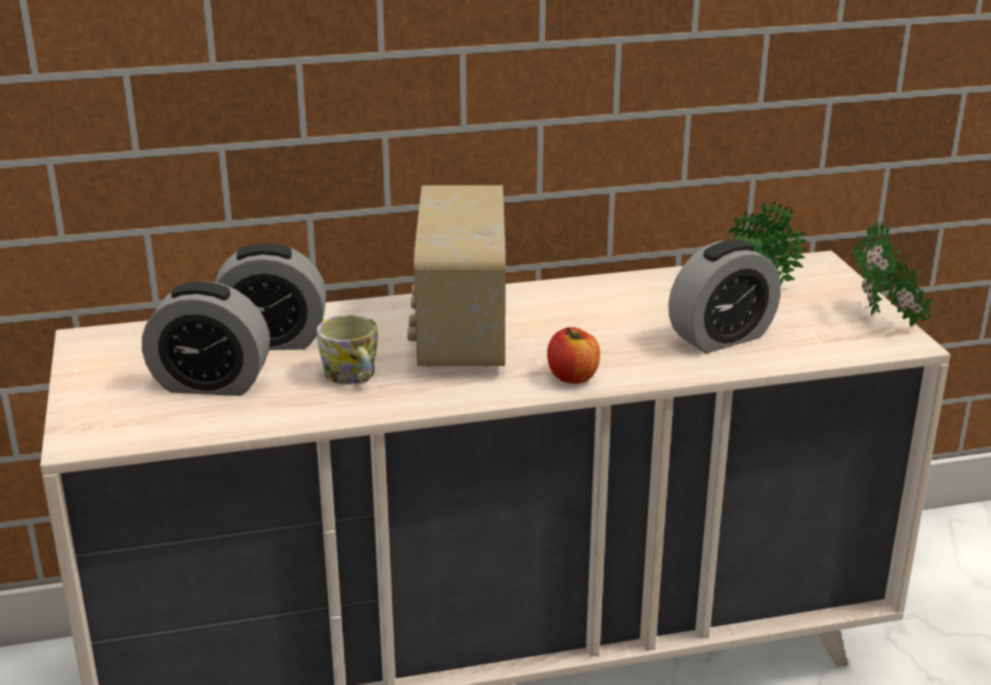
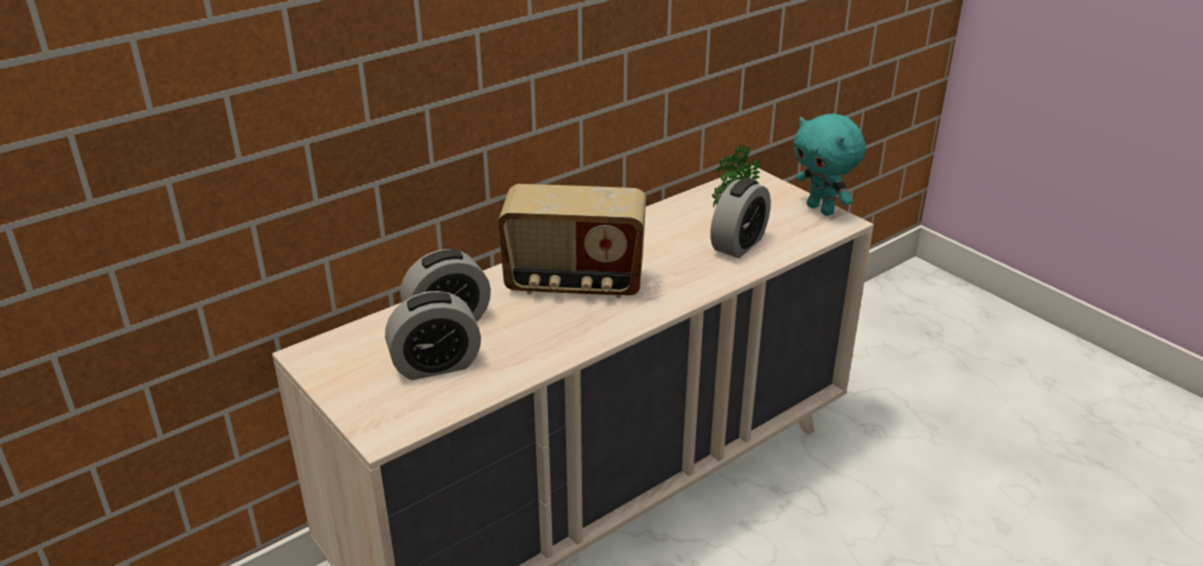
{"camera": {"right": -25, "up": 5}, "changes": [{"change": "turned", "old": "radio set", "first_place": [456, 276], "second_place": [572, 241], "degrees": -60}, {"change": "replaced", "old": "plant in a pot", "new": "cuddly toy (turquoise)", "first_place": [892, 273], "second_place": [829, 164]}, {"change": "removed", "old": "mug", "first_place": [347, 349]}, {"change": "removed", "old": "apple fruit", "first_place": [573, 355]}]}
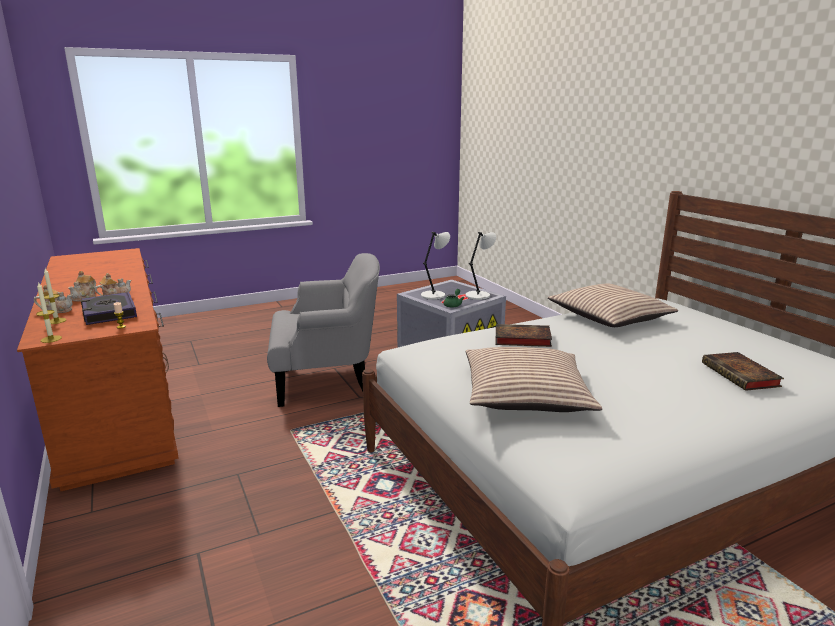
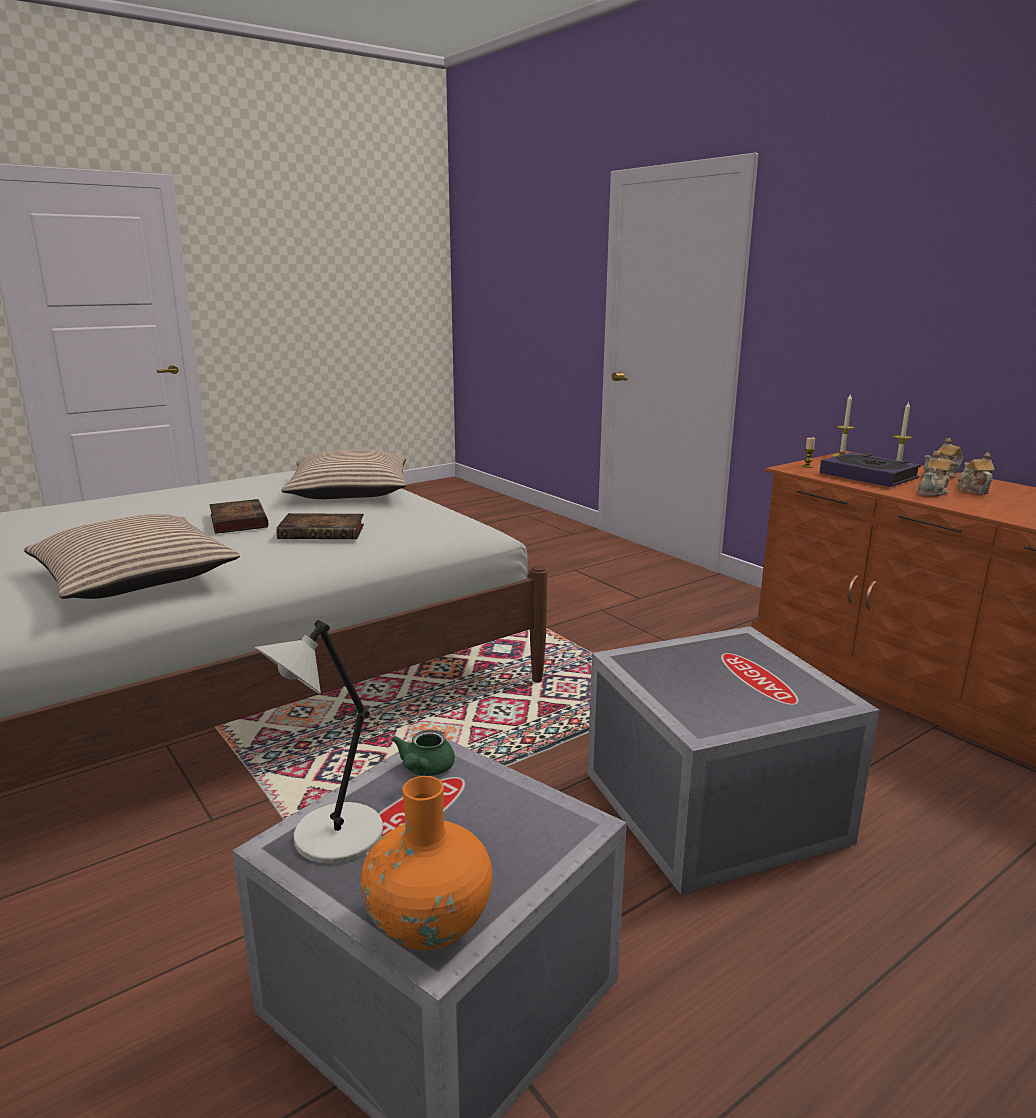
{"camera": {"right": 170, "up": 0}, "changes": [{"change": "removed", "old": "lamp for a table (gray)", "first_place": [435, 266]}, {"change": "replaced", "old": "armchair (gray)", "new": "storage box (gray)", "first_place": [323, 330], "second_place": [733, 760]}, {"change": "moved", "old": "bound book", "first_place": [743, 371], "second_place": [238, 516]}, {"change": "added", "new": "decorative vase (orange-coloured)", "second_place": [426, 863]}]}
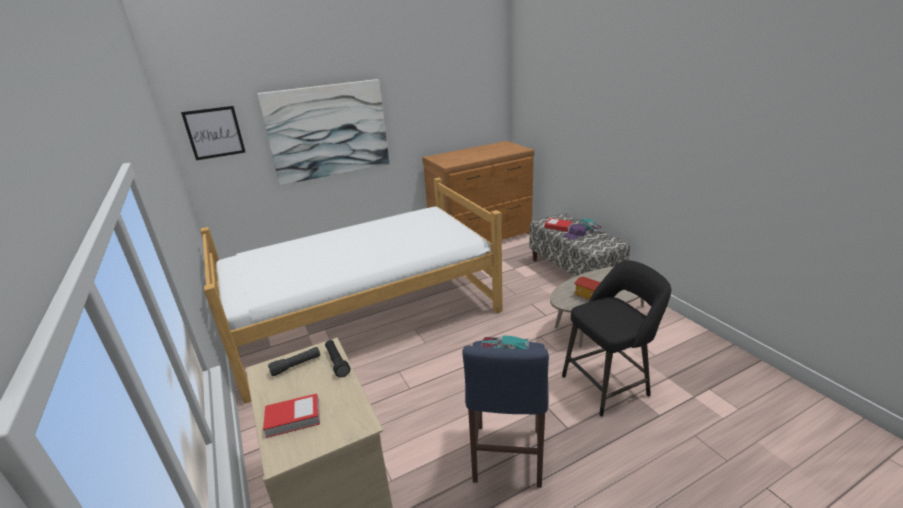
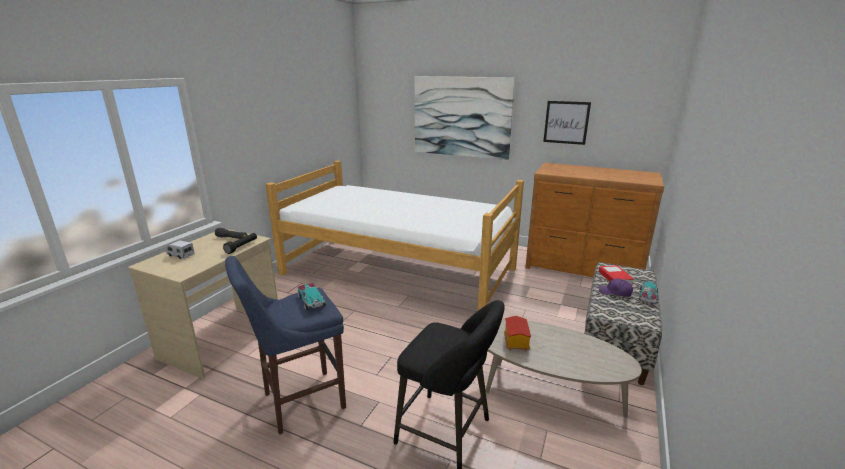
{"camera": {"right": 50, "up": -5}, "changes": [{"change": "moved", "old": "picture", "first_place": [213, 133], "second_place": [567, 123]}, {"change": "replaced", "old": "bound book", "new": "toy truck", "first_place": [291, 416], "second_place": [180, 249]}]}
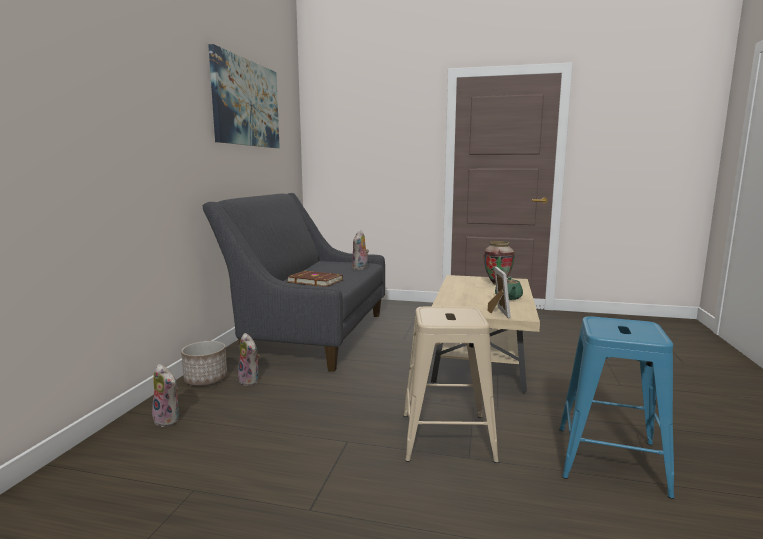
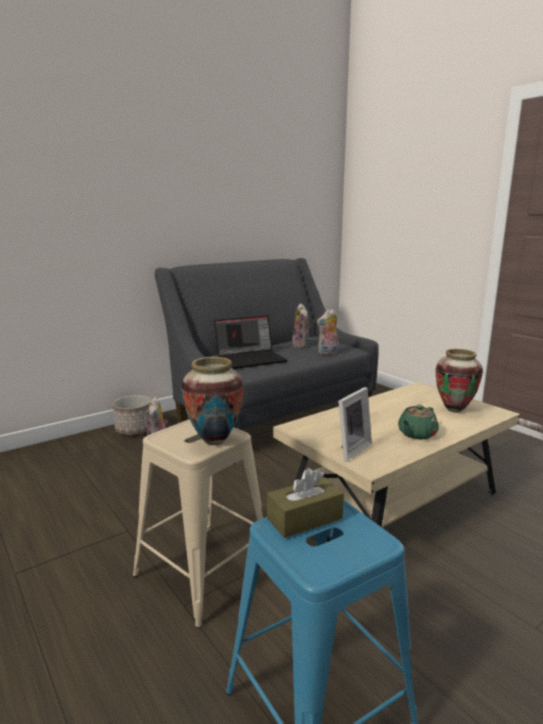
{"camera": {"right": 40, "up": 5}, "changes": [{"change": "removed", "old": "picture", "first_place": [244, 96]}, {"change": "replaced", "old": "bound book (brown-coloured)", "new": "laptop", "first_place": [315, 279], "second_place": [250, 342]}, {"change": "moved", "old": "cuddly toy", "first_place": [165, 395], "second_place": [301, 325]}, {"change": "added", "new": "decorative vase", "second_place": [212, 401]}, {"change": "added", "new": "tissue box (brown-coloured)", "second_place": [305, 503]}]}
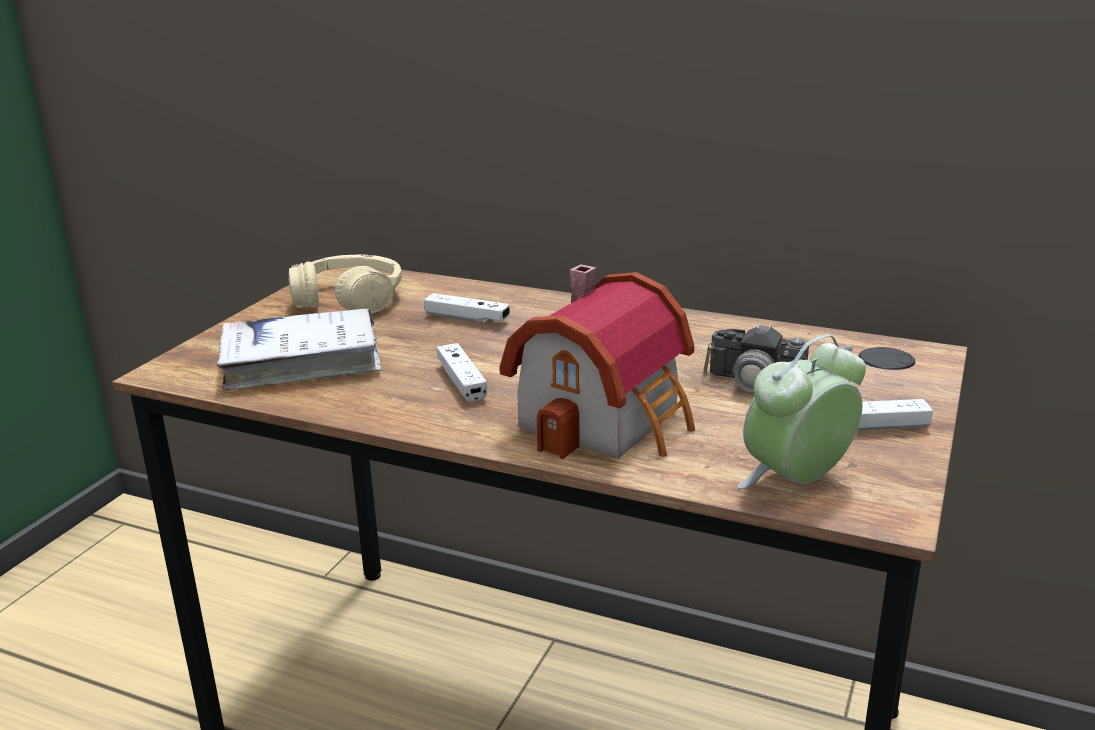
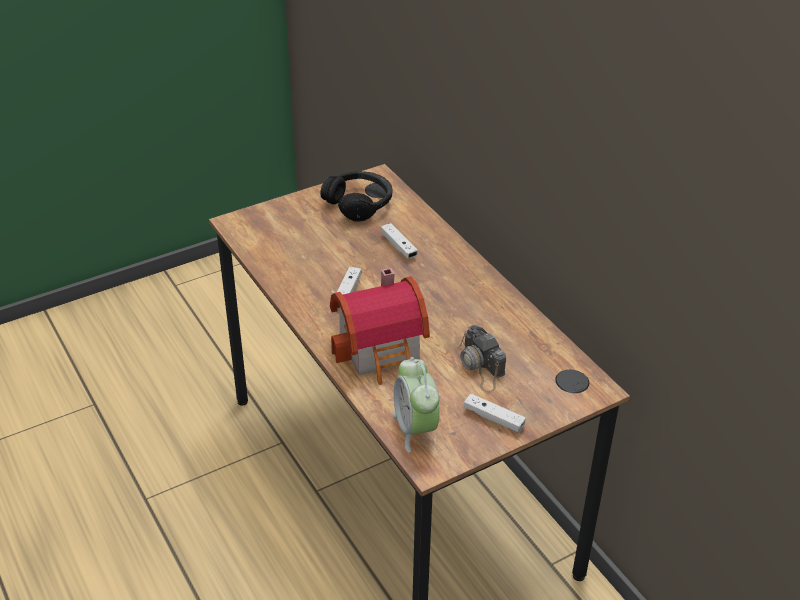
{"camera": {"right": 35, "up": 15}, "changes": [{"change": "recoloured", "old": "headset (beige-coloured)", "new": "headset (black)", "first_place": [345, 284], "second_place": [356, 196]}, {"change": "removed", "old": "bound book (whitish)", "first_place": [299, 349]}, {"change": "turned", "old": "alarm clock", "first_place": [801, 411], "second_place": [416, 404], "degrees": -105}]}
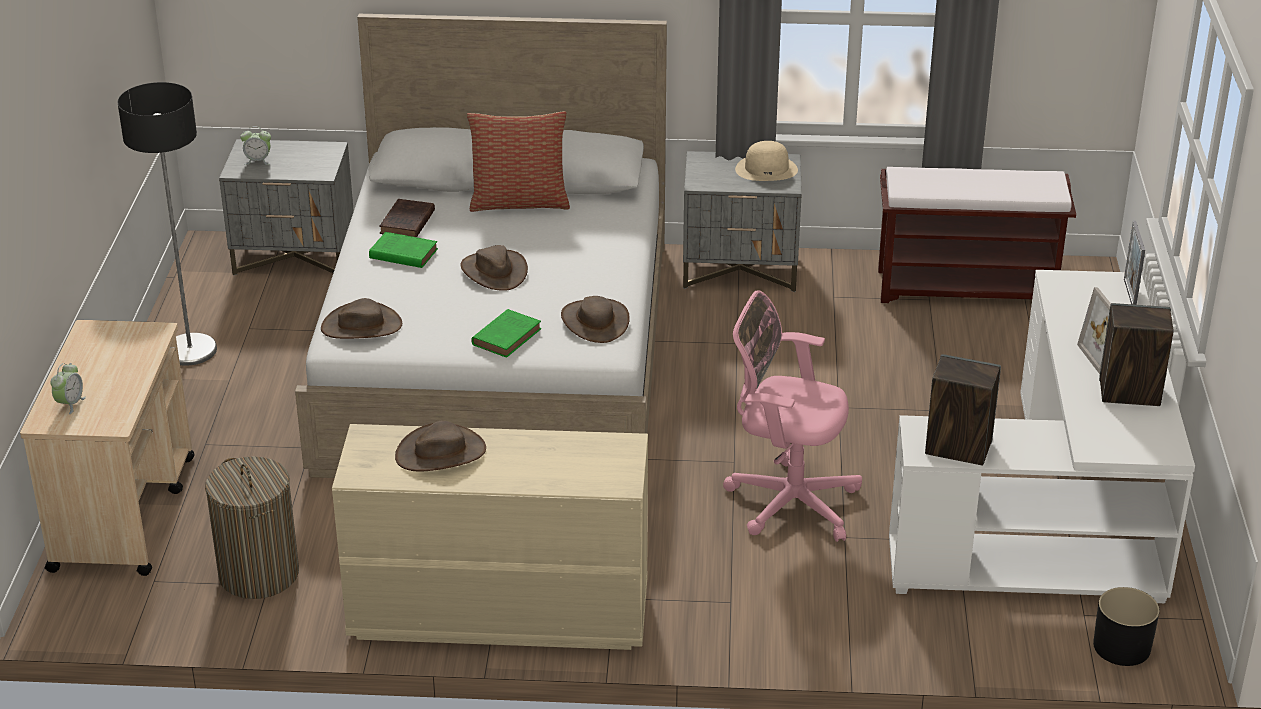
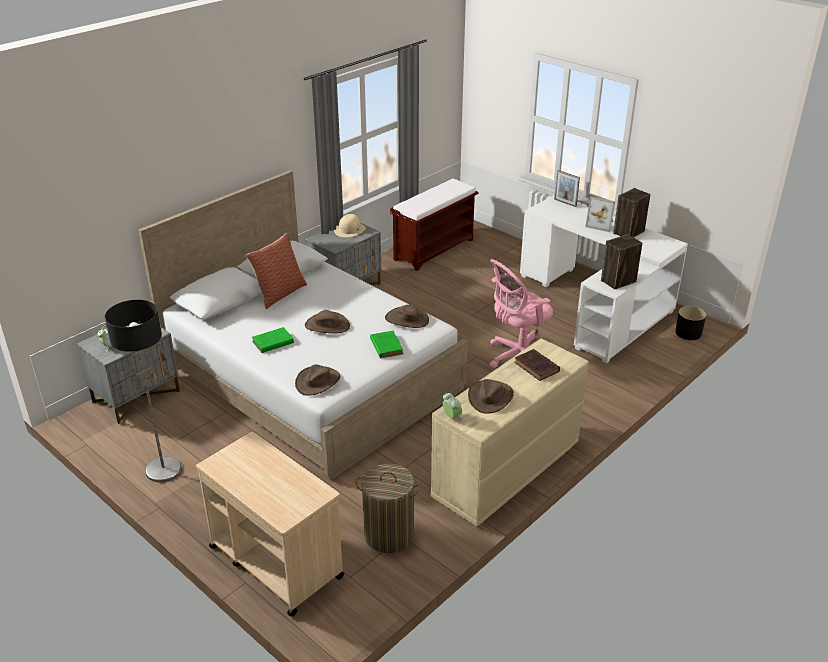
{"camera": {"right": -50, "up": 0}, "changes": [{"change": "moved", "old": "bound book (brown-coloured)", "first_place": [407, 218], "second_place": [537, 365]}, {"change": "moved", "old": "alarm clock", "first_place": [68, 388], "second_place": [452, 407]}]}
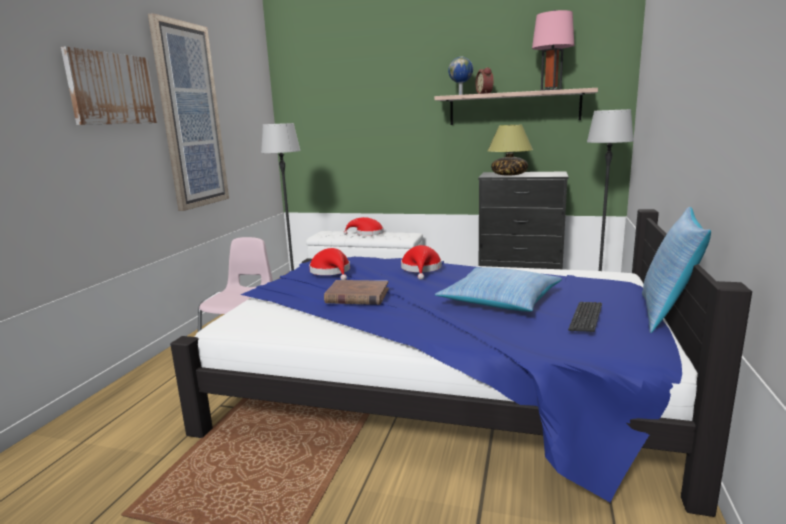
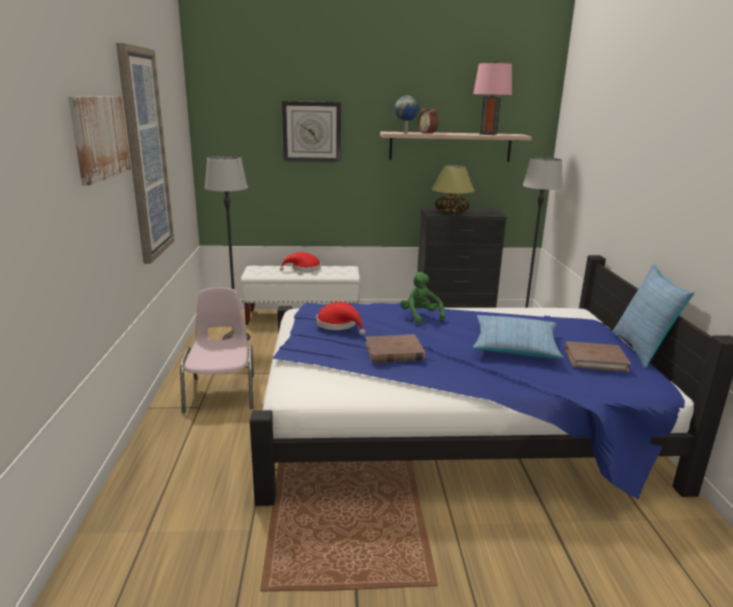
{"camera": {"right": -20, "up": 5}, "changes": [{"change": "replaced", "old": "hat (reddish)", "new": "cuddly toy (greenish)", "first_place": [421, 262], "second_place": [422, 298]}, {"change": "replaced", "old": "computer keyboard", "new": "bound book (brown-coloured)", "first_place": [585, 317], "second_place": [598, 356]}, {"change": "added", "new": "wall clock", "second_place": [311, 131]}]}
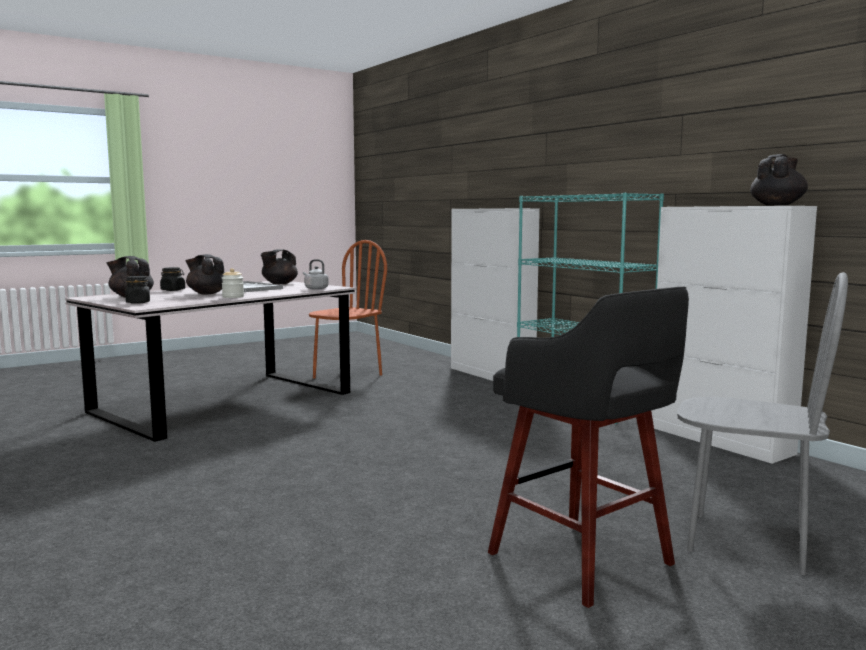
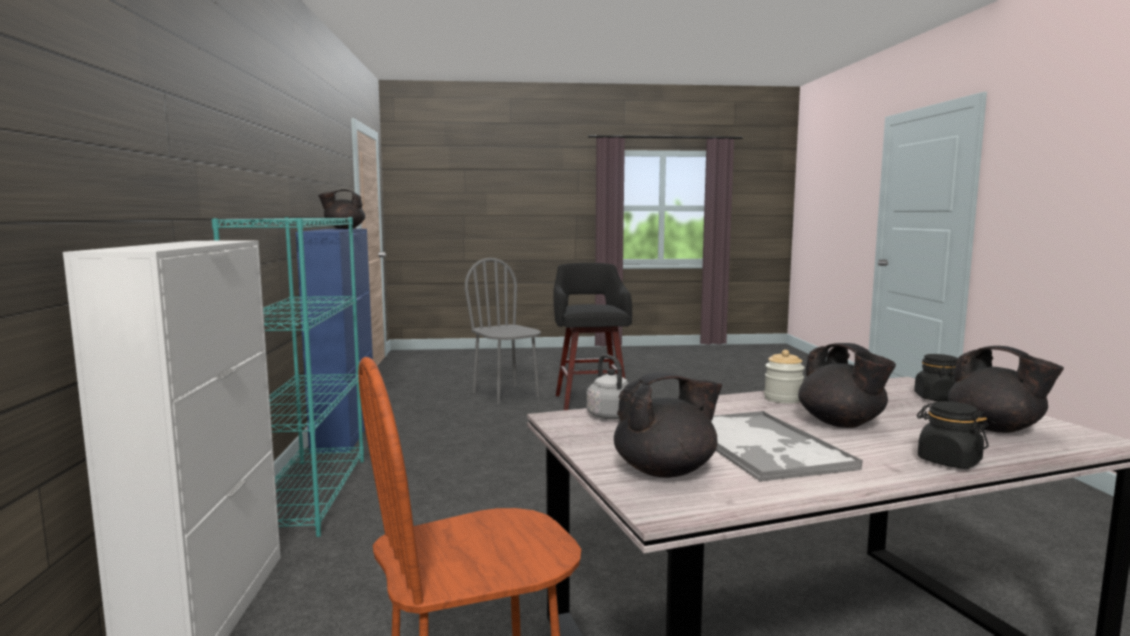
{"camera": {"right": -150, "up": 0}, "changes": [{"change": "recoloured", "old": "cupboard (whitish)", "new": "cupboard (bluish)", "first_place": [734, 335], "second_place": [334, 341]}]}
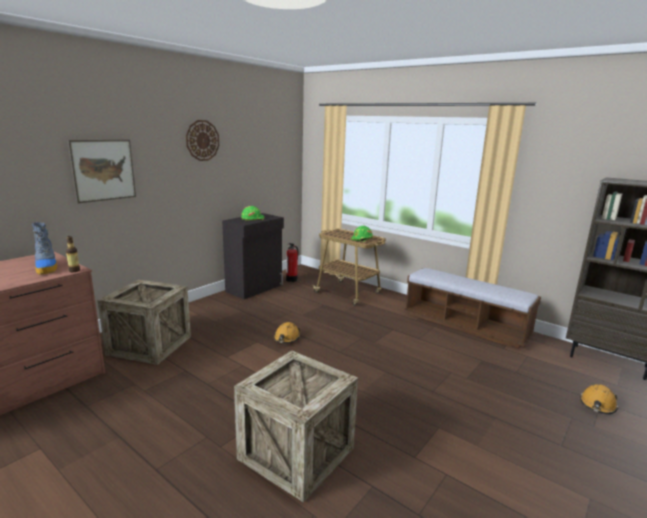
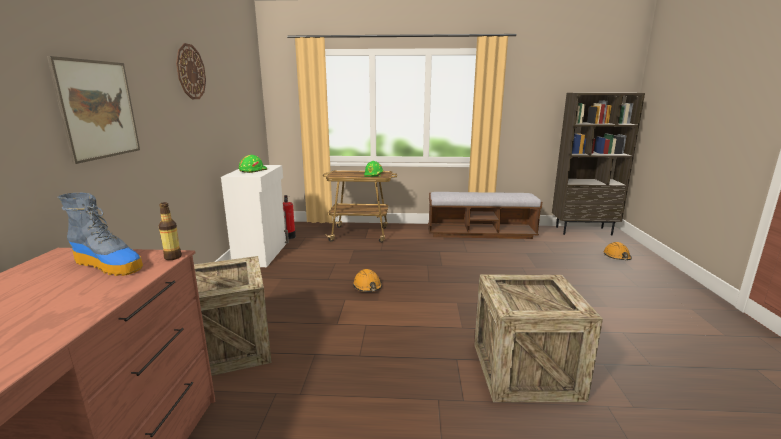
{"camera": {"right": -35, "up": 0}, "changes": [{"change": "recoloured", "old": "cupboard (black)", "new": "cupboard (whitish)", "first_place": [253, 256], "second_place": [255, 216]}]}
